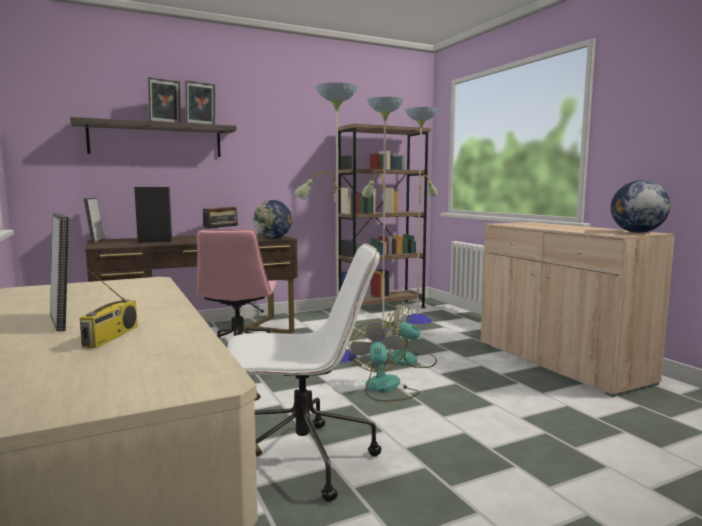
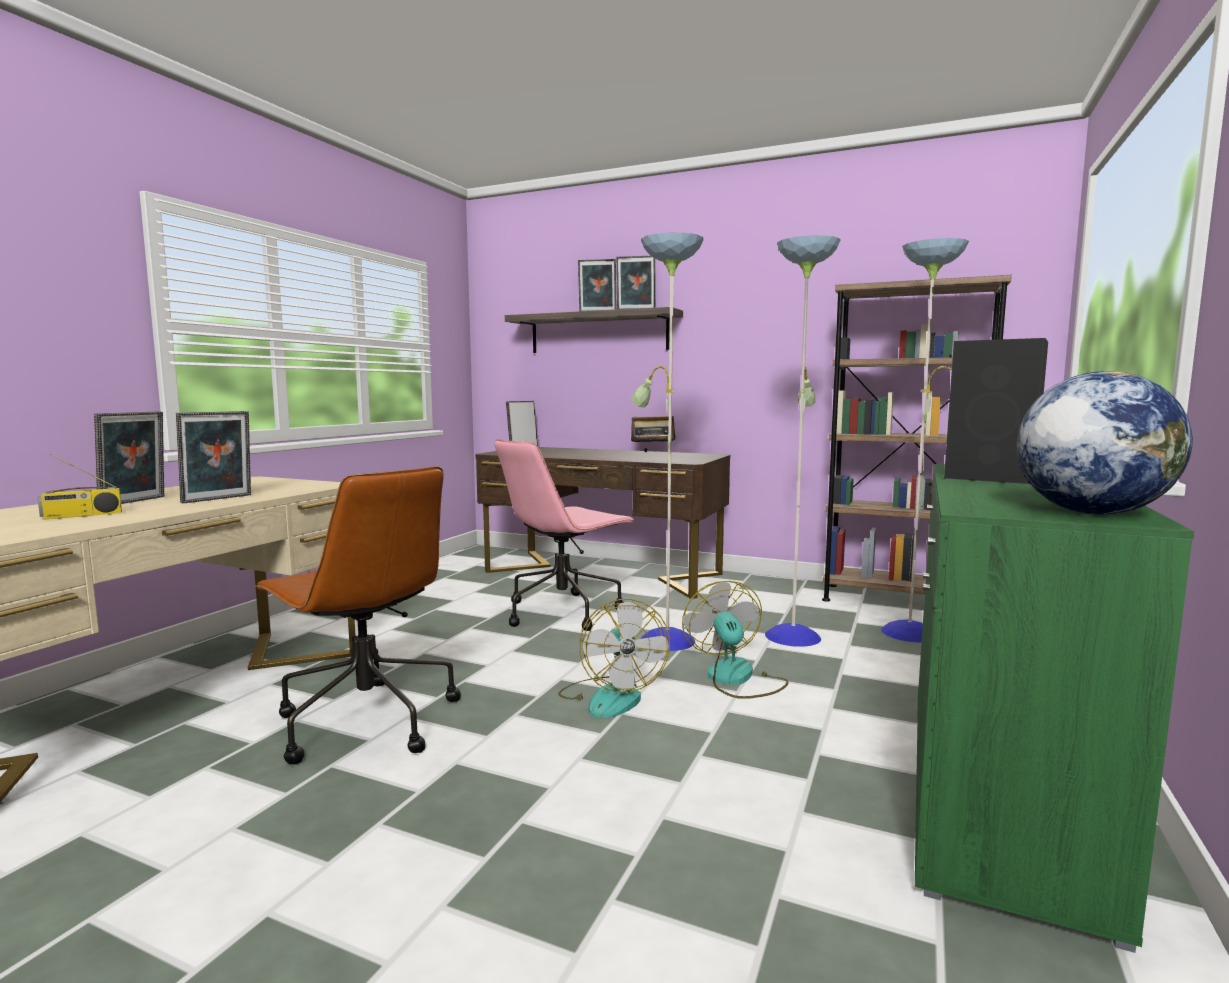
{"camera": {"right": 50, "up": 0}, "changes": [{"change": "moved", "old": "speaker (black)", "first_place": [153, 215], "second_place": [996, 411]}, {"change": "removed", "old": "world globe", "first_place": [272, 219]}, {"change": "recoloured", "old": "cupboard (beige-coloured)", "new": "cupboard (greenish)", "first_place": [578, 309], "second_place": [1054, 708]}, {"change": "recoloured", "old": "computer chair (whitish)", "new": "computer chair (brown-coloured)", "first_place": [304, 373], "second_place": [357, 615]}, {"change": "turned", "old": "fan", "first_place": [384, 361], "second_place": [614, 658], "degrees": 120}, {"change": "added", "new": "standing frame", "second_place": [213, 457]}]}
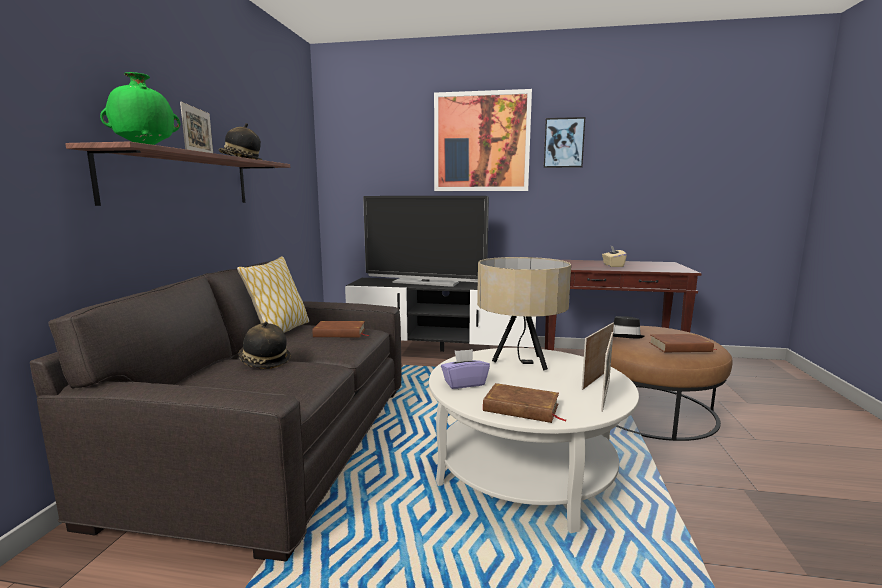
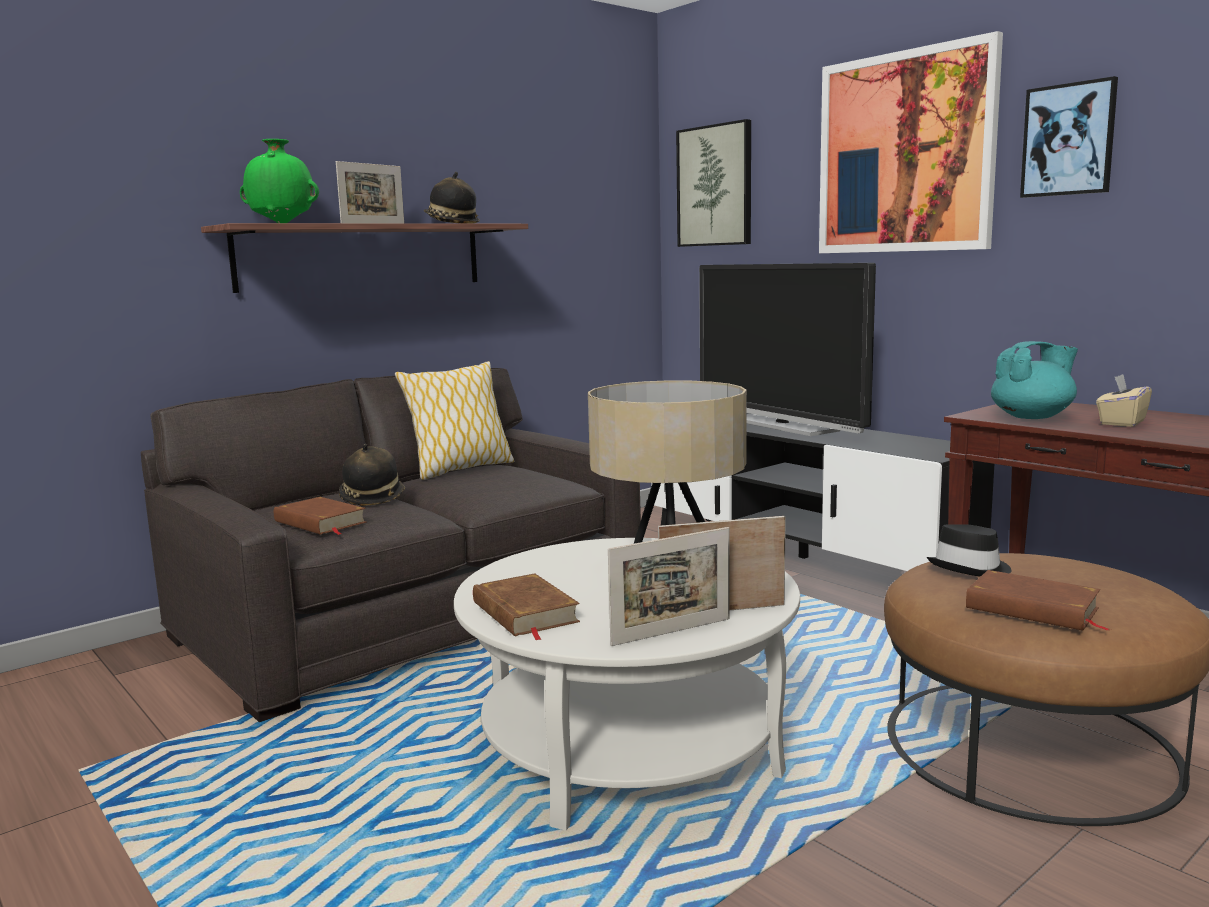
{"camera": {"right": 40, "up": 0}, "changes": [{"change": "moved", "old": "bound book (brown-coloured)", "first_place": [340, 329], "second_place": [320, 516]}, {"change": "removed", "old": "tissue box (purplish)", "first_place": [465, 369]}, {"change": "added", "new": "picture", "second_place": [713, 183]}, {"change": "added", "new": "pot for tea (turquoise)", "second_place": [1034, 380]}]}
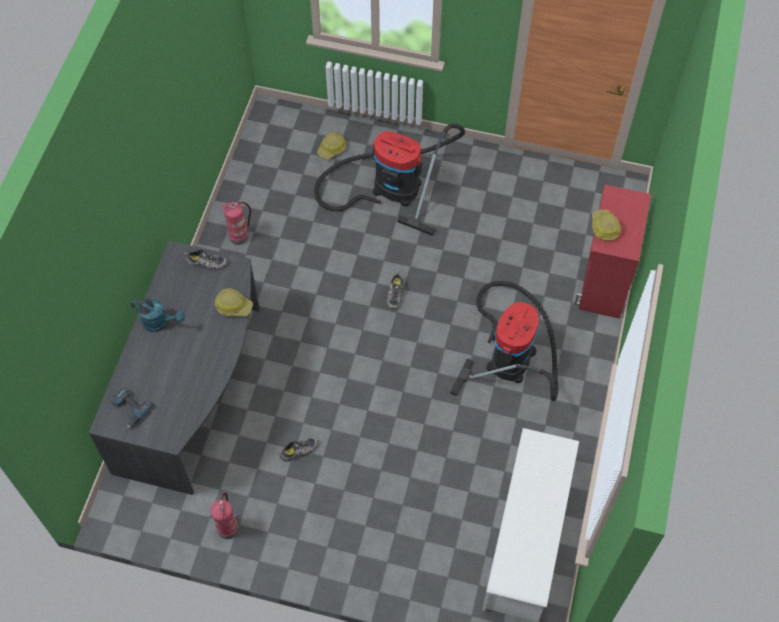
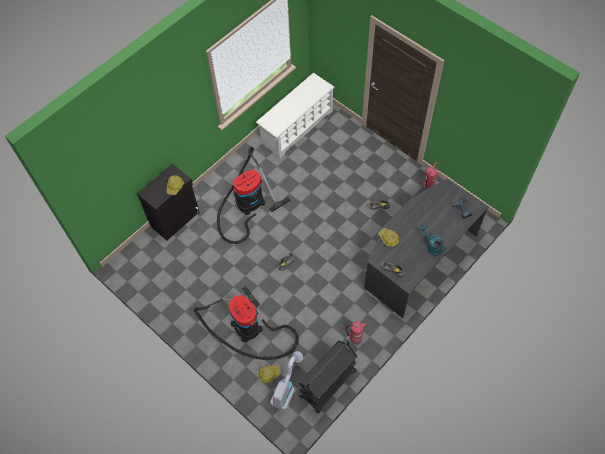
{"camera": {"right": -150, "up": 0}, "changes": [{"change": "recoloured", "old": "cupboard (reddish)", "new": "cupboard (black)", "first_place": [613, 251], "second_place": [168, 202]}, {"change": "added", "new": "cart (black)", "second_place": [328, 376]}, {"change": "added", "new": "vacuum cleaner", "second_place": [286, 381]}]}
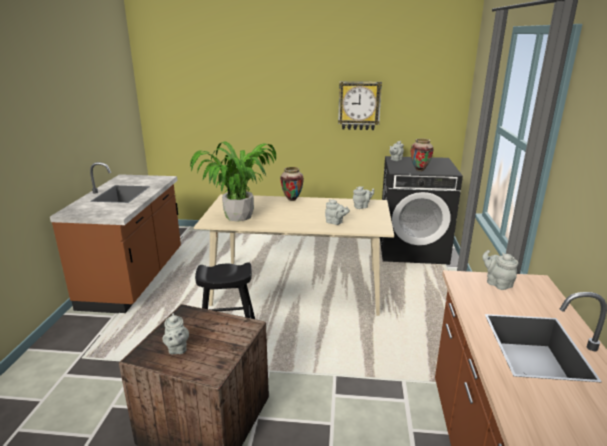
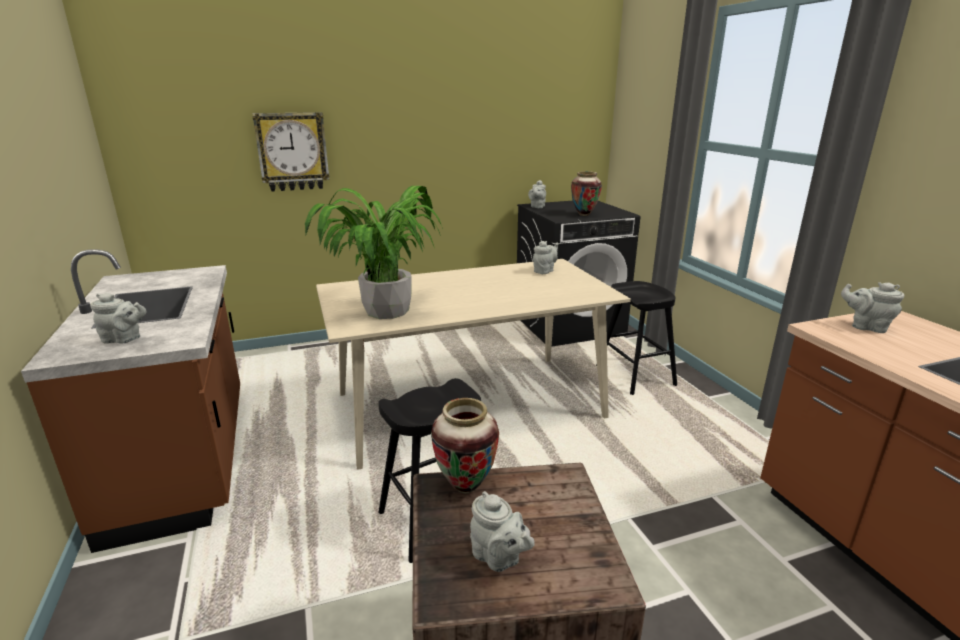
{"camera": {"right": -25, "up": 0}, "changes": [{"change": "moved", "old": "wall clock", "first_place": [360, 105], "second_place": [290, 151]}, {"change": "moved", "old": "decorative vase", "first_place": [292, 184], "second_place": [465, 445]}, {"change": "moved", "old": "pot for tea (gray)", "first_place": [337, 212], "second_place": [118, 318]}, {"change": "added", "new": "stool (black)", "second_place": [636, 338]}]}
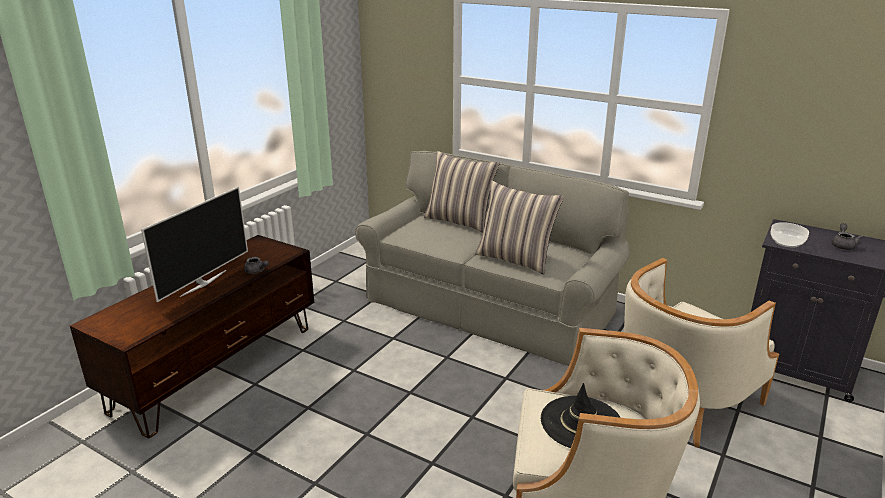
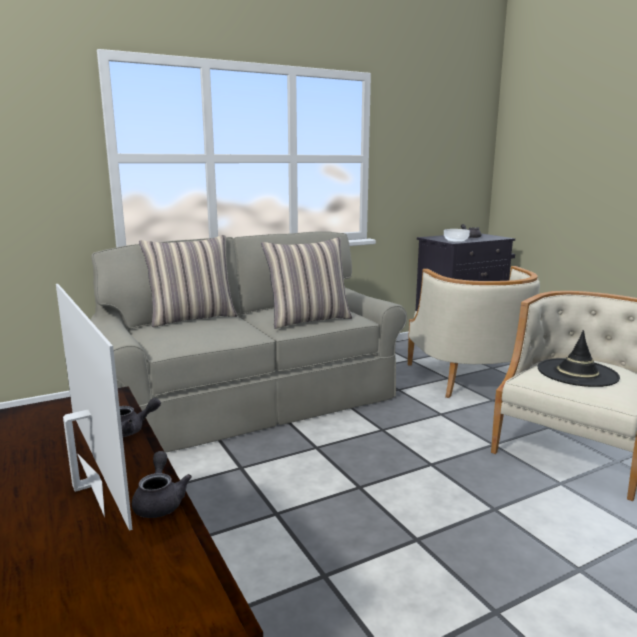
{"camera": {"right": -60, "up": -10}, "changes": [{"change": "added", "new": "pot for tea (gray)", "second_place": [162, 484]}]}
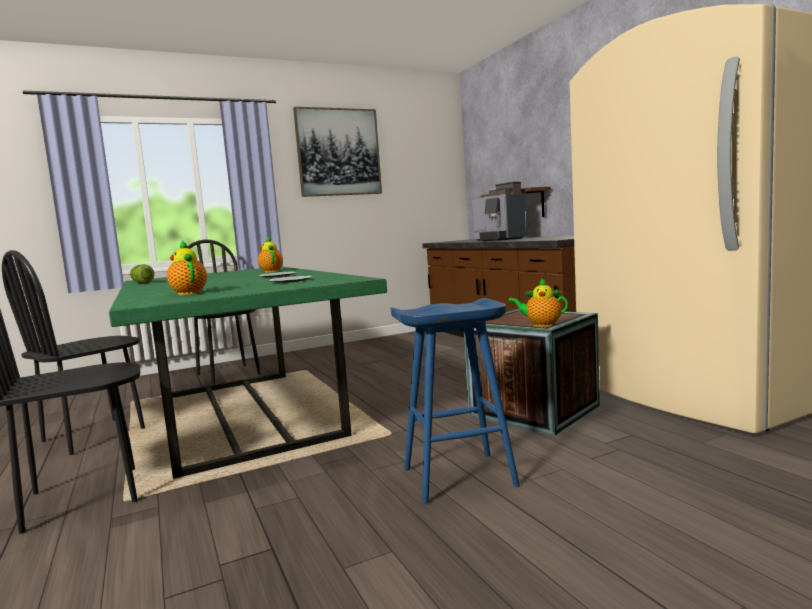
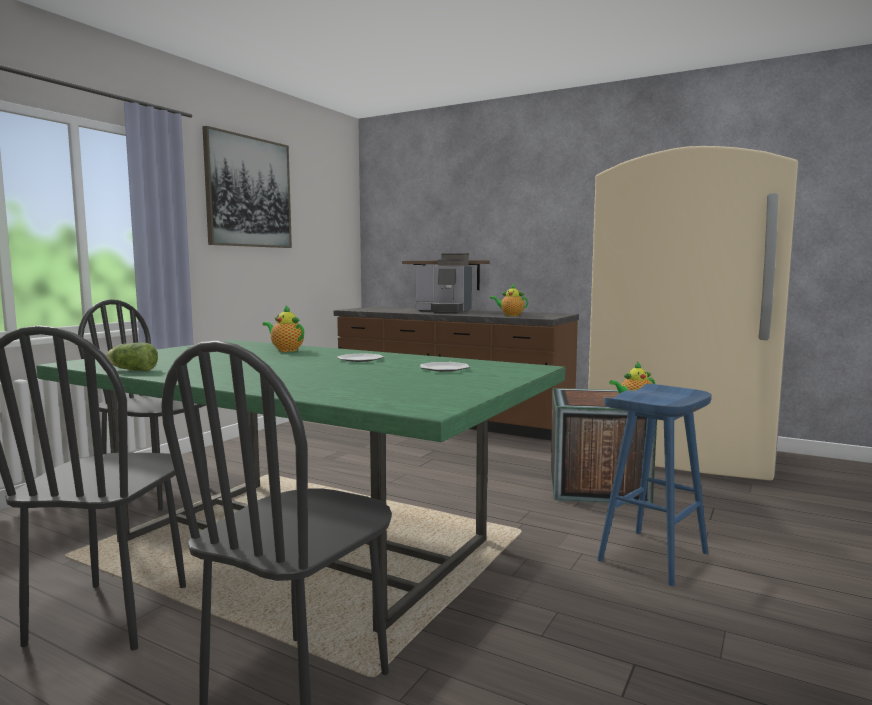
{"camera": {"right": -35, "up": 0}, "changes": [{"change": "moved", "old": "pot for tea", "first_place": [187, 267], "second_place": [509, 300]}]}
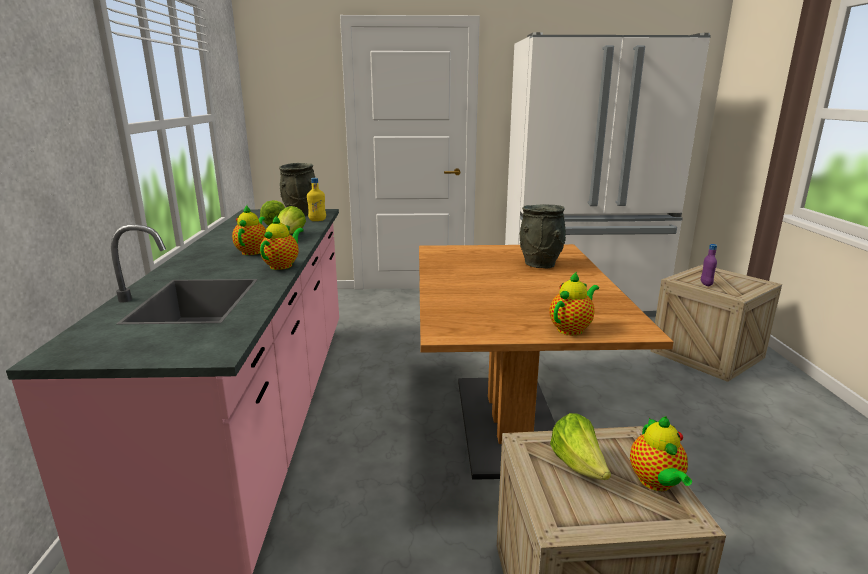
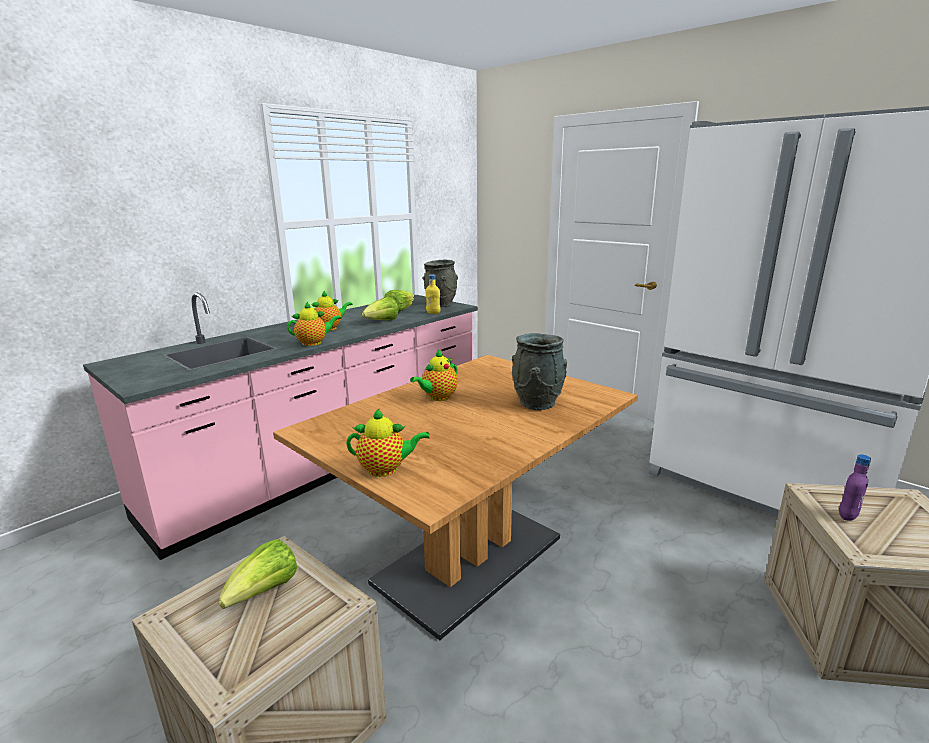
{"camera": {"right": 45, "up": 0}, "changes": [{"change": "moved", "old": "pot for tea", "first_place": [661, 453], "second_place": [434, 375]}]}
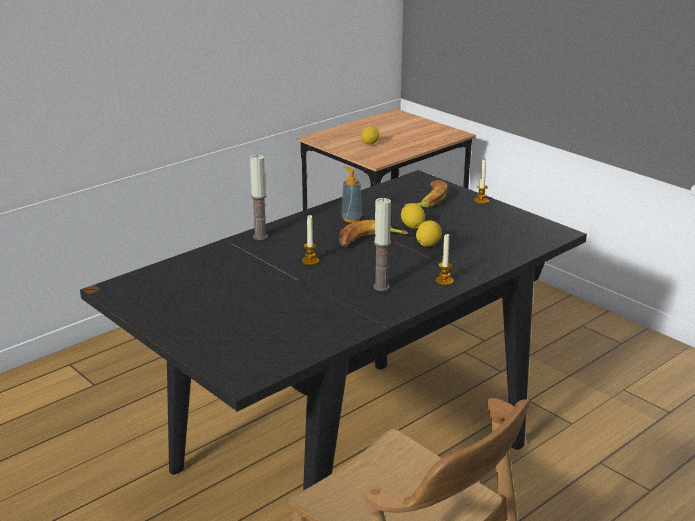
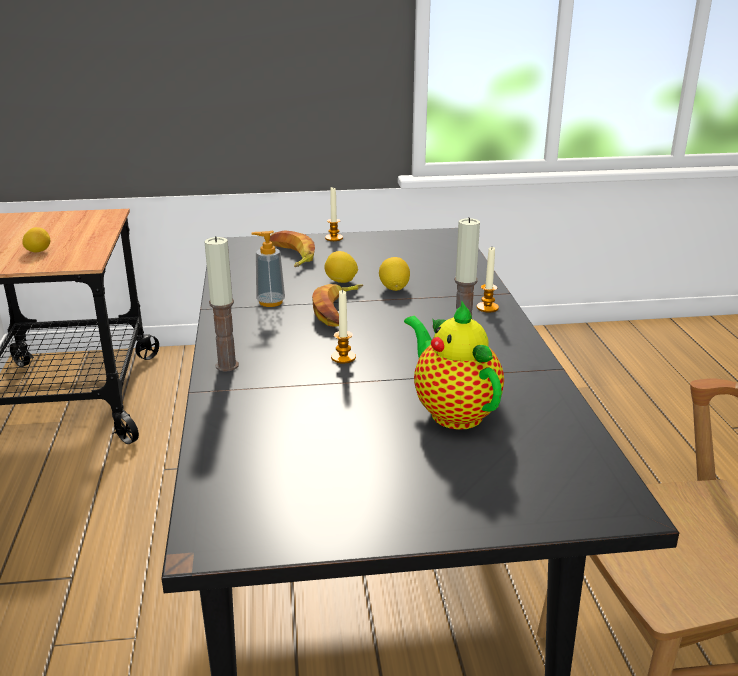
{"camera": {"right": -55, "up": 0}, "changes": [{"change": "added", "new": "pot for tea", "second_place": [454, 365]}]}
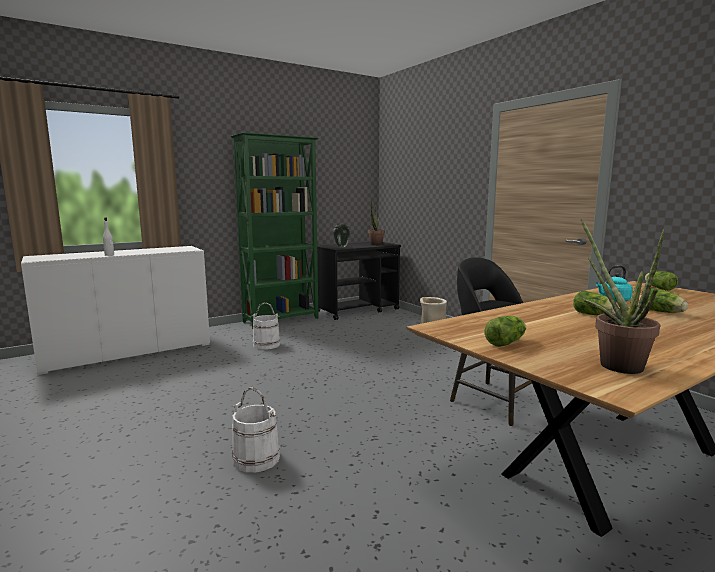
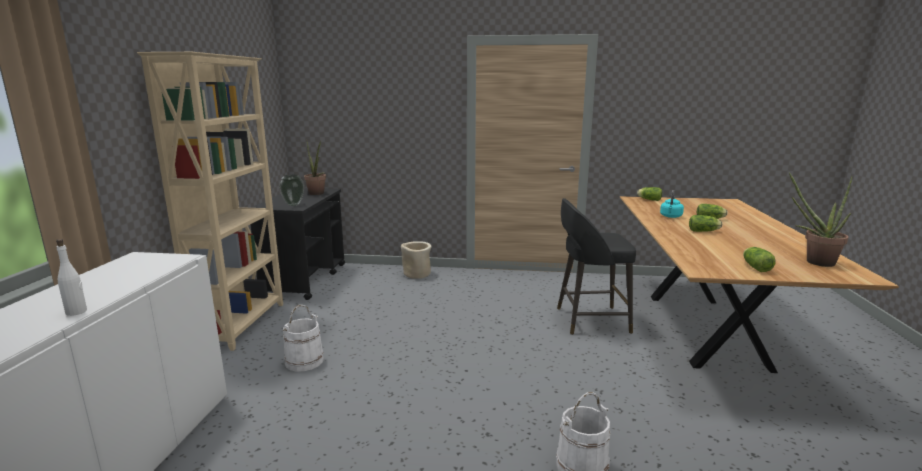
{"camera": {"right": -50, "up": 5}, "changes": [{"change": "recoloured", "old": "bookshelf (greenish)", "new": "bookshelf (beige-coloured)", "first_place": [274, 231], "second_place": [210, 201]}]}
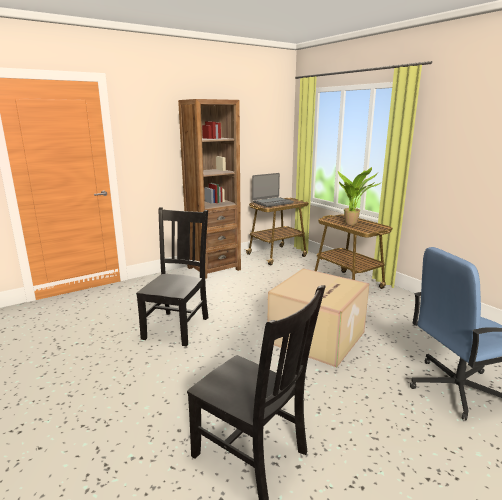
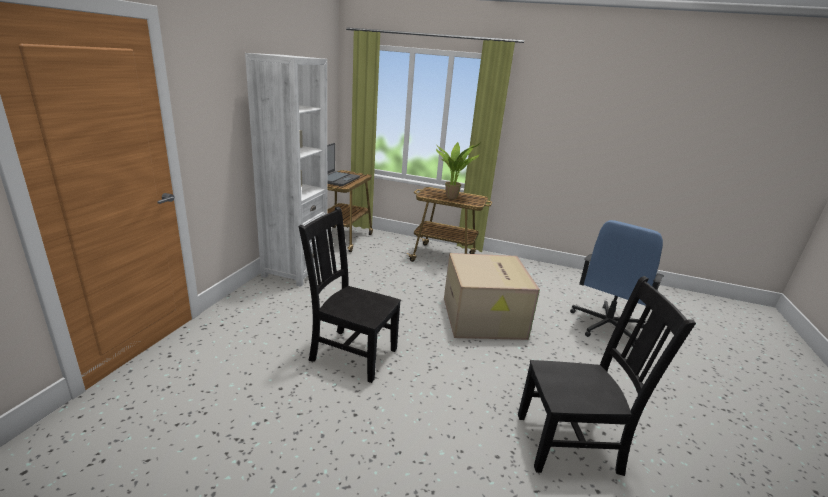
{"camera": {"right": -40, "up": 5}, "changes": [{"change": "recoloured", "old": "bookshelf (brown-coloured)", "new": "bookshelf (whitish)", "first_place": [209, 189], "second_place": [286, 170]}, {"change": "turned", "old": "chair (black)", "first_place": [172, 277], "second_place": [350, 295], "degrees": -45}]}
